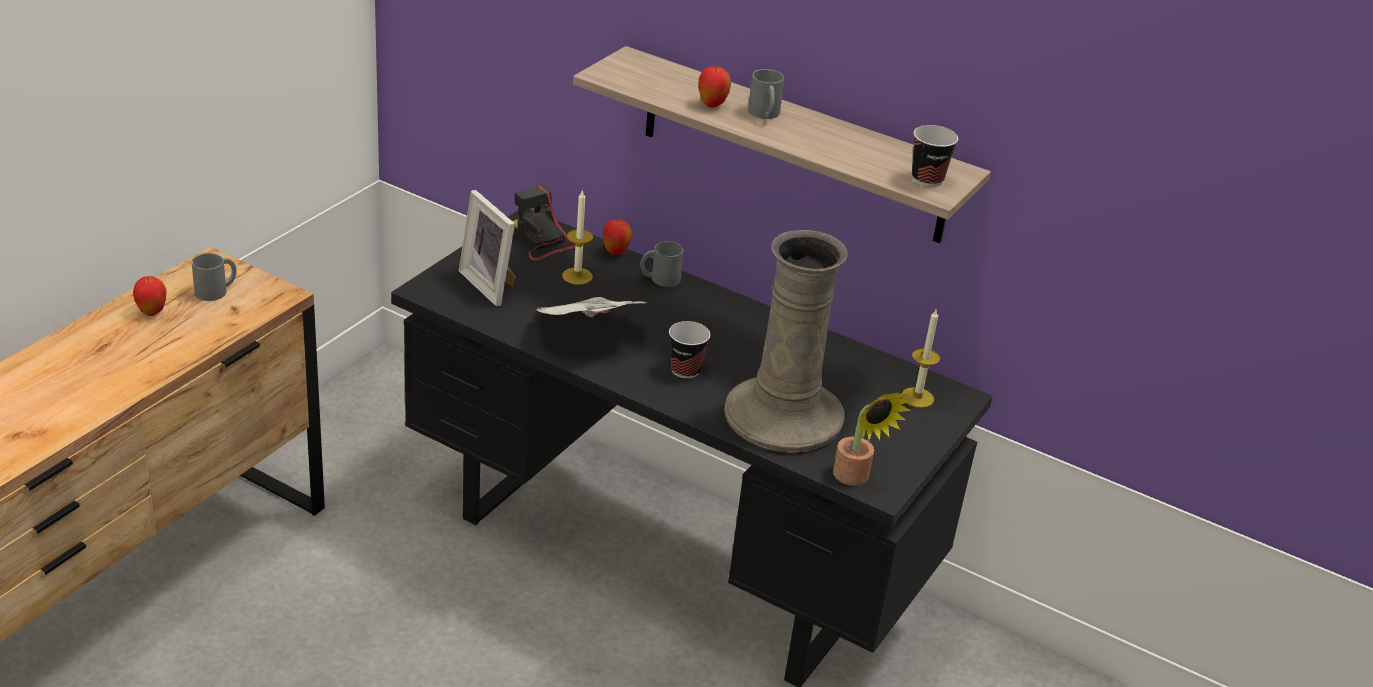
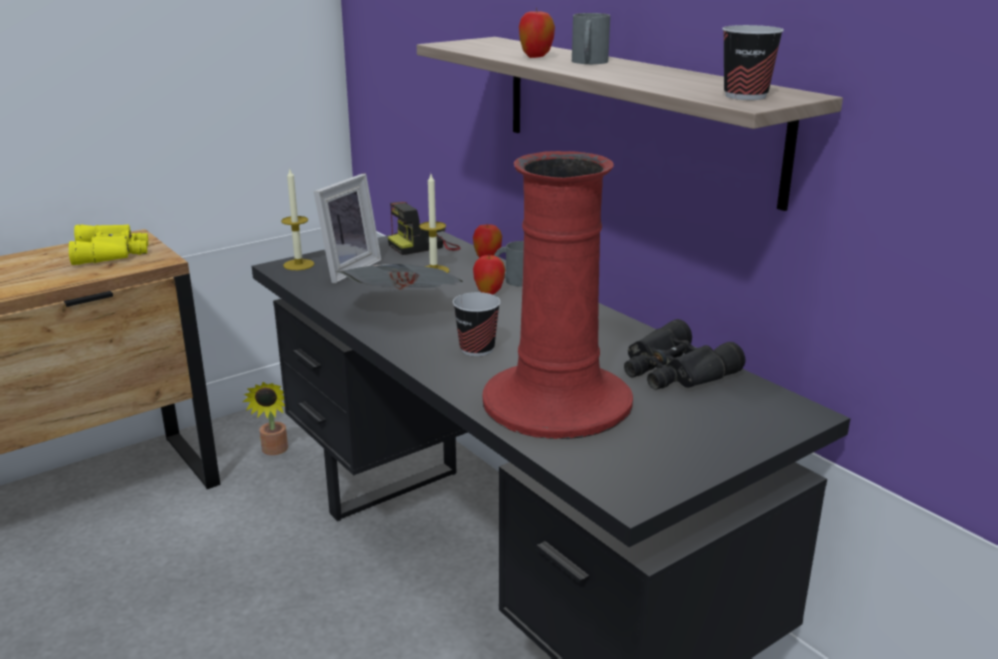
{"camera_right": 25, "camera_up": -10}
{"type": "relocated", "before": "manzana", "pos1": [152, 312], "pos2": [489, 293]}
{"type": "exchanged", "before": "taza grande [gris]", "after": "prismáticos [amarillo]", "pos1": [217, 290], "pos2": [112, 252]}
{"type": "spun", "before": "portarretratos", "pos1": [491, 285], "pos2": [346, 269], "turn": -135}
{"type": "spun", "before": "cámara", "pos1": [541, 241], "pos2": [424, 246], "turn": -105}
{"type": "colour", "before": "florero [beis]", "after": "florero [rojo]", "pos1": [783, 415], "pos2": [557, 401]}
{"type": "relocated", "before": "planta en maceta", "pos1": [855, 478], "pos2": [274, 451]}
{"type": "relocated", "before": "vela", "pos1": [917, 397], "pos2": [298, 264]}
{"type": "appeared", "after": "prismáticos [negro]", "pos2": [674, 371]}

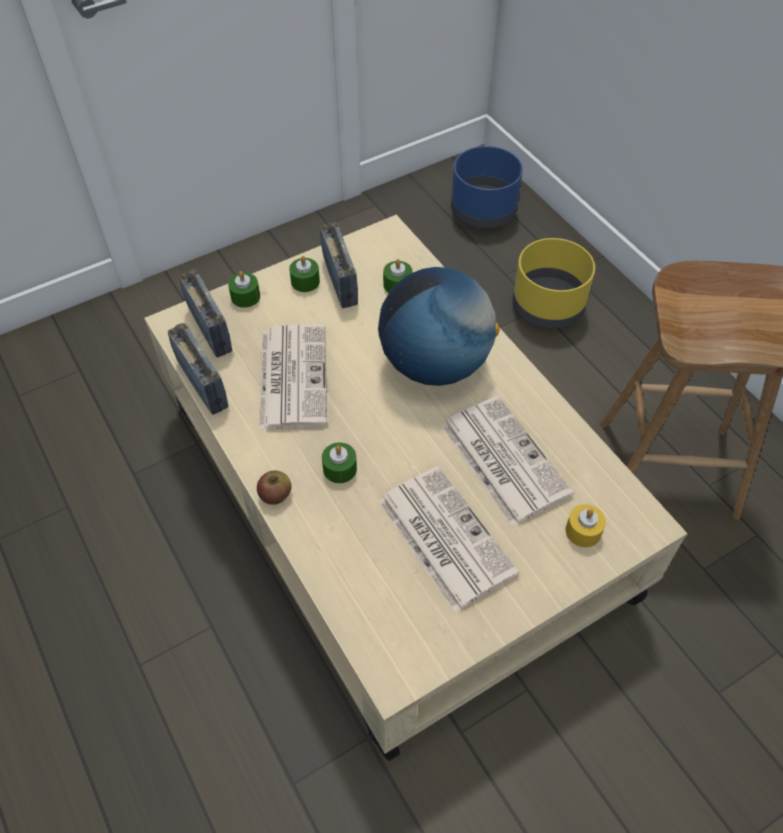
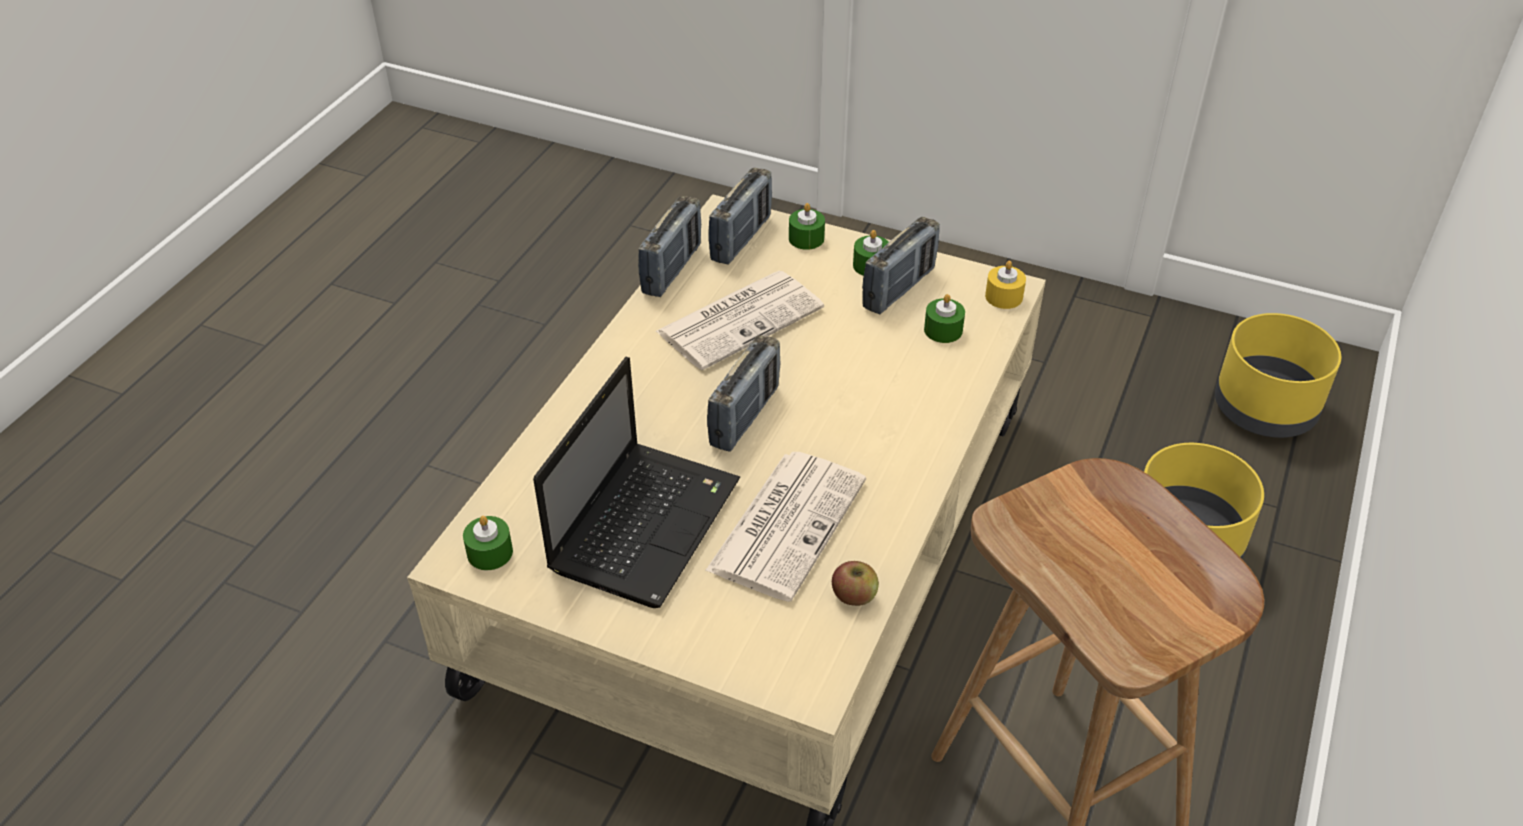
{"camera_right": 55, "camera_up": -10}
{"type": "relocated", "before": "manzana", "pos1": [275, 495], "pos2": [854, 595]}
{"type": "relocated", "before": "vela [verde]", "pos1": [340, 469], "pos2": [490, 552]}
{"type": "missing", "before": "globo terráqueo", "pos1": [434, 364]}
{"type": "exchanged", "before": "periódico", "after": "portátil", "pos1": [443, 536], "pos2": [646, 522]}
{"type": "colour", "before": "maceta [azul]", "after": "maceta [amarillo]", "pos1": [483, 210], "pos2": [1265, 409]}
{"type": "relocated", "before": "vela [amarillo]", "pos1": [583, 531], "pos2": [1004, 296]}
{"type": "appeared", "after": "radio", "pos2": [745, 416]}

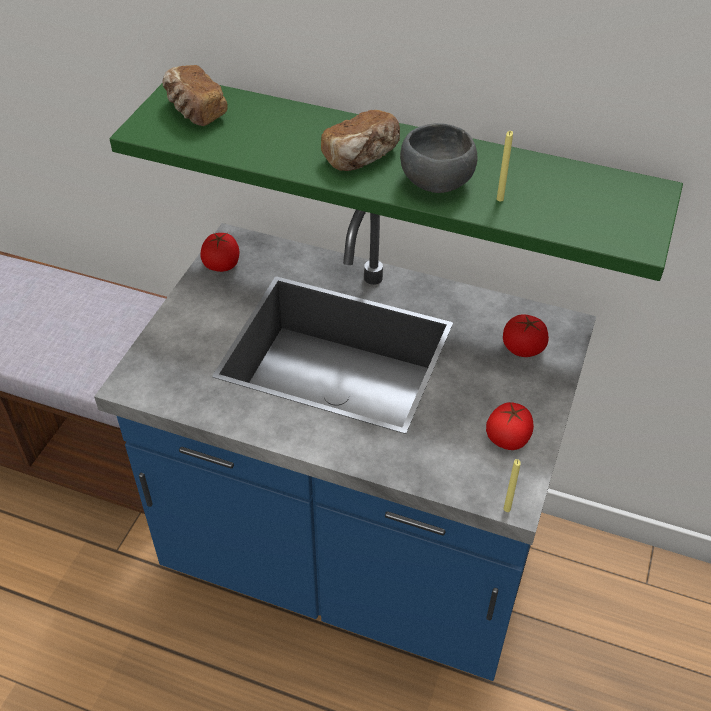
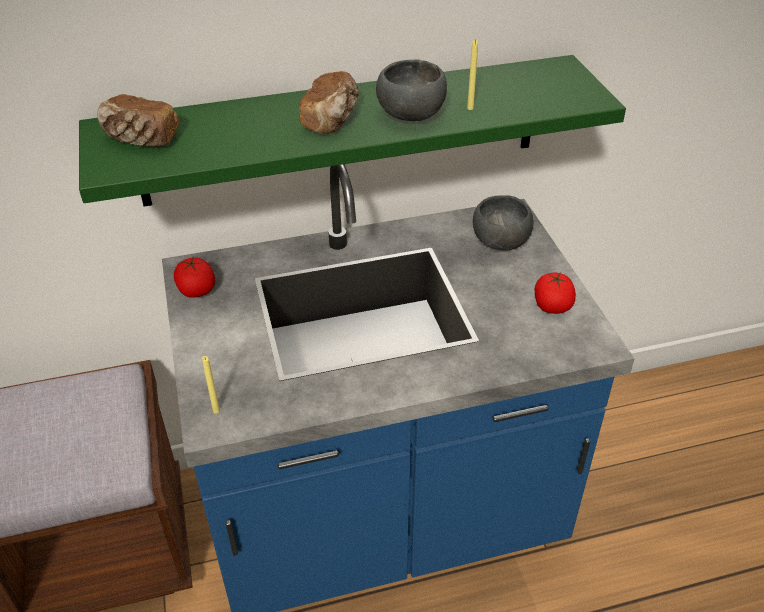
{"camera_right": -35, "camera_up": -5}
{"type": "exchanged", "before": "tomate", "after": "cuenco [gris]", "pos1": [523, 348], "pos2": [499, 241]}
{"type": "relocated", "before": "vela [amarillo]", "pos1": [507, 509], "pos2": [216, 411]}

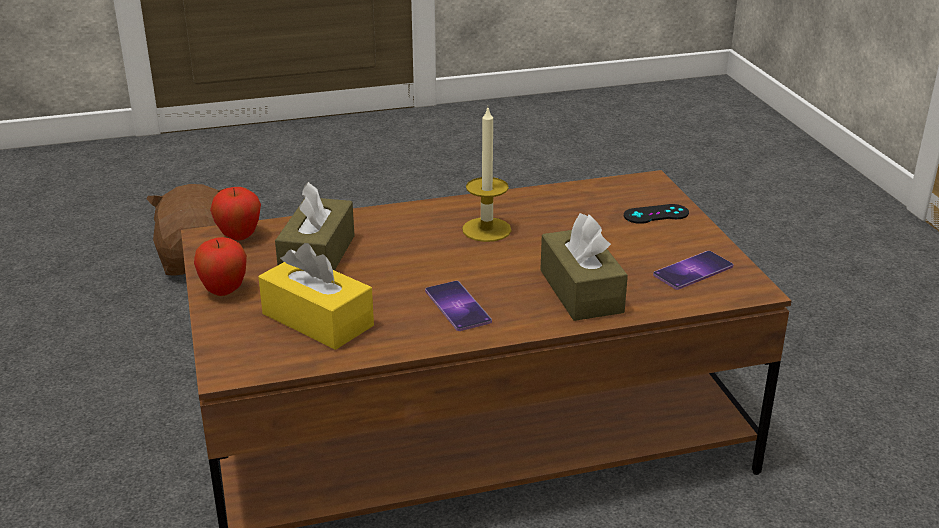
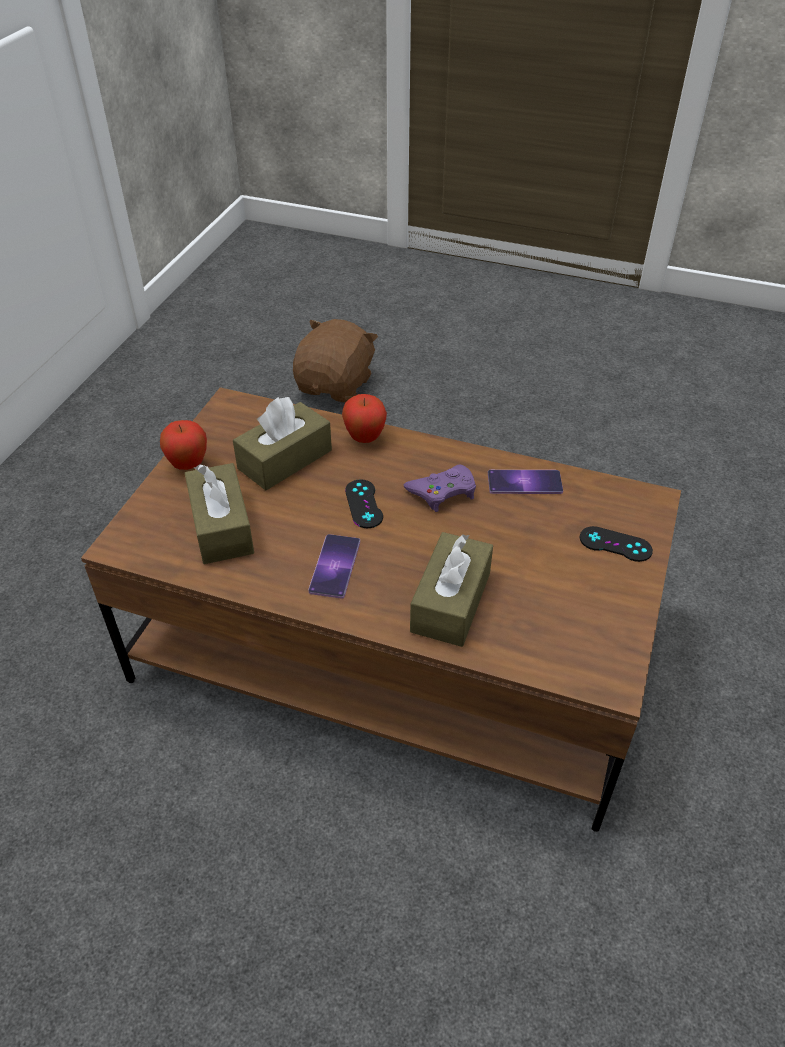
{"camera_right": 35, "camera_up": 15}
{"type": "relocated", "before": "manzana", "pos1": [239, 237], "pos2": [365, 438]}
{"type": "colour", "before": "caja de pañuelos [amarillo]", "after": "caja de pañuelos [marrón]", "pos1": [317, 320], "pos2": [221, 527]}
{"type": "exchanged", "before": "vela", "after": "mando de consola [morado]", "pos1": [486, 229], "pos2": [443, 492]}
{"type": "relocated", "before": "móvil", "pos1": [693, 270], "pos2": [524, 482]}
{"type": "appeared", "after": "mando de consola [negro]", "pos2": [364, 504]}

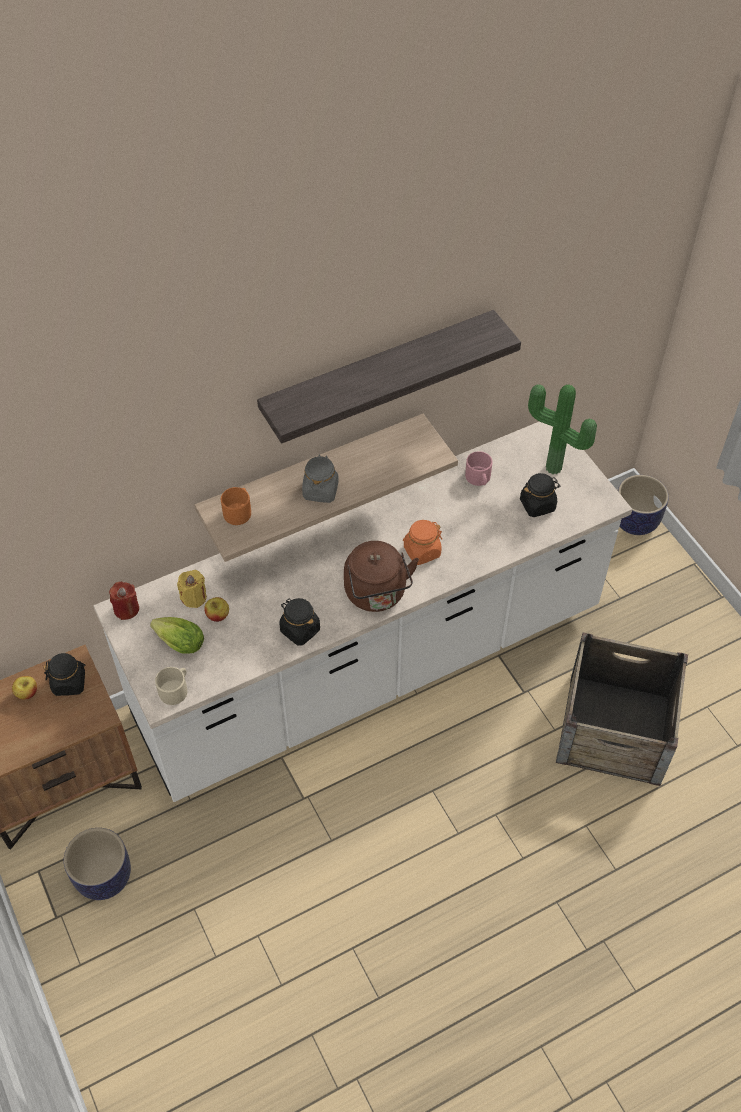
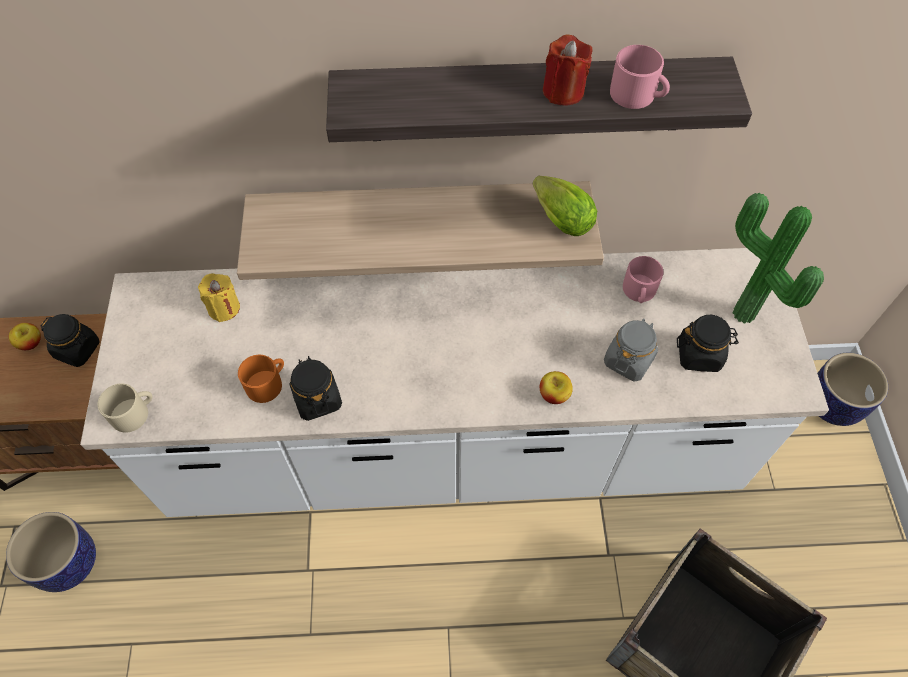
{"camera_right": 25, "camera_up": 5}
{"type": "relocated", "before": "vela [rojo]", "pos1": [126, 609], "pos2": [563, 91]}
{"type": "relocated", "before": "lechuga", "pos1": [177, 642], "pos2": [558, 217]}
{"type": "relocated", "before": "manzana", "pos1": [218, 615], "pos2": [554, 394]}
{"type": "relocated", "before": "taza grande [naranja]", "pos1": [238, 511], "pos2": [267, 383]}
{"type": "relocated", "before": "tarro [gris]", "pos1": [320, 490], "pos2": [628, 360]}
{"type": "missing", "before": "hervidor [marrón]", "pos1": [377, 595]}
{"type": "missing", "before": "tarro [naranja]", "pos1": [421, 551]}
{"type": "appeared", "after": "taza grande [rosa]", "pos2": [637, 95]}

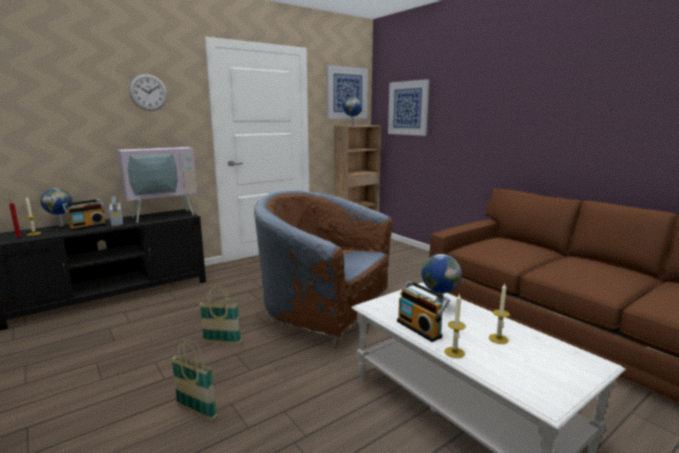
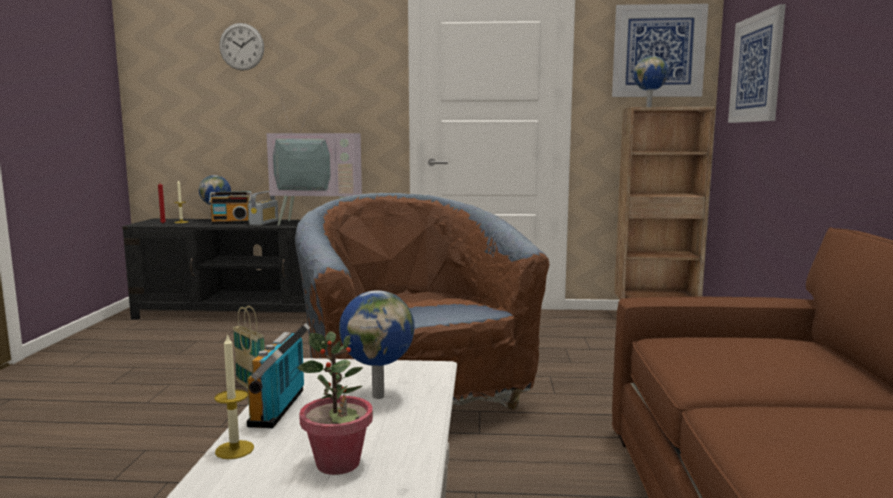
{"camera_right": 40, "camera_up": -5}
{"type": "relocated", "before": "reloj de pared", "pos1": [148, 92], "pos2": [241, 46]}
{"type": "missing", "before": "cesta", "pos1": [196, 411]}
{"type": "exchanged", "before": "vela", "after": "planta en maceta", "pos1": [498, 339], "pos2": [338, 464]}

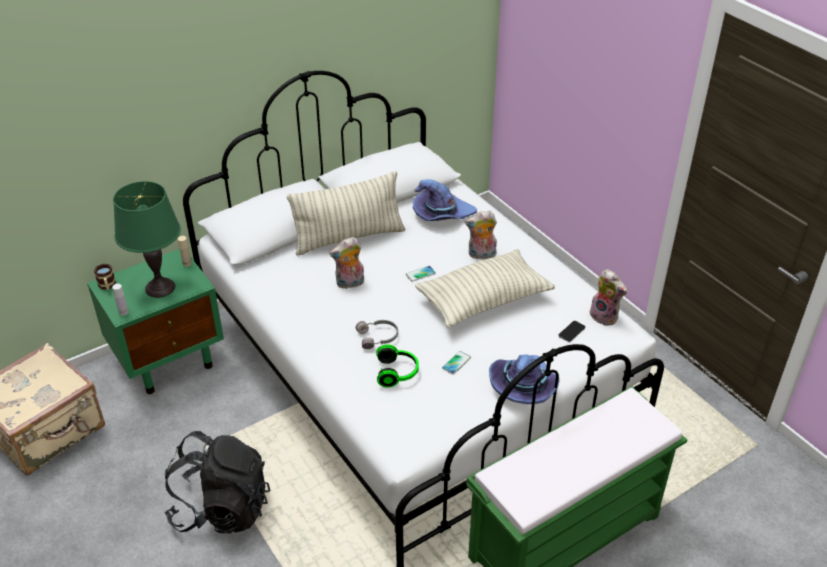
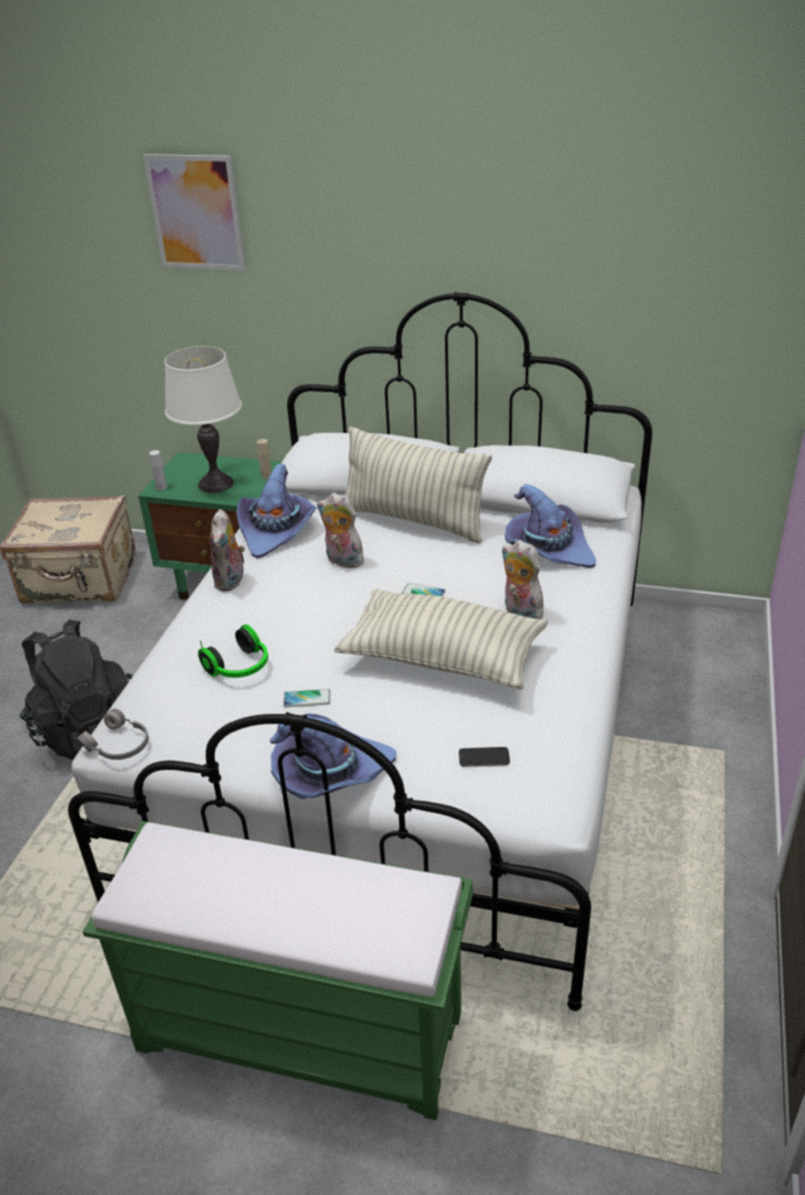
{"camera_right": 50, "camera_up": -5}
{"type": "missing", "before": "taza grande", "pos1": [107, 286]}
{"type": "colour", "before": "lámpara de mesa [verde]", "after": "lámpara de mesa [blanco]", "pos1": [160, 288], "pos2": [216, 484]}
{"type": "relocated", "before": "auriculares [gris]", "pos1": [378, 337], "pos2": [118, 745]}
{"type": "relocated", "before": "peluche", "pos1": [605, 316], "pos2": [231, 581]}
{"type": "appeared", "after": "cuadro", "pos2": [196, 212]}
{"type": "appeared", "after": "sombrero [morado]", "pos2": [277, 531]}

